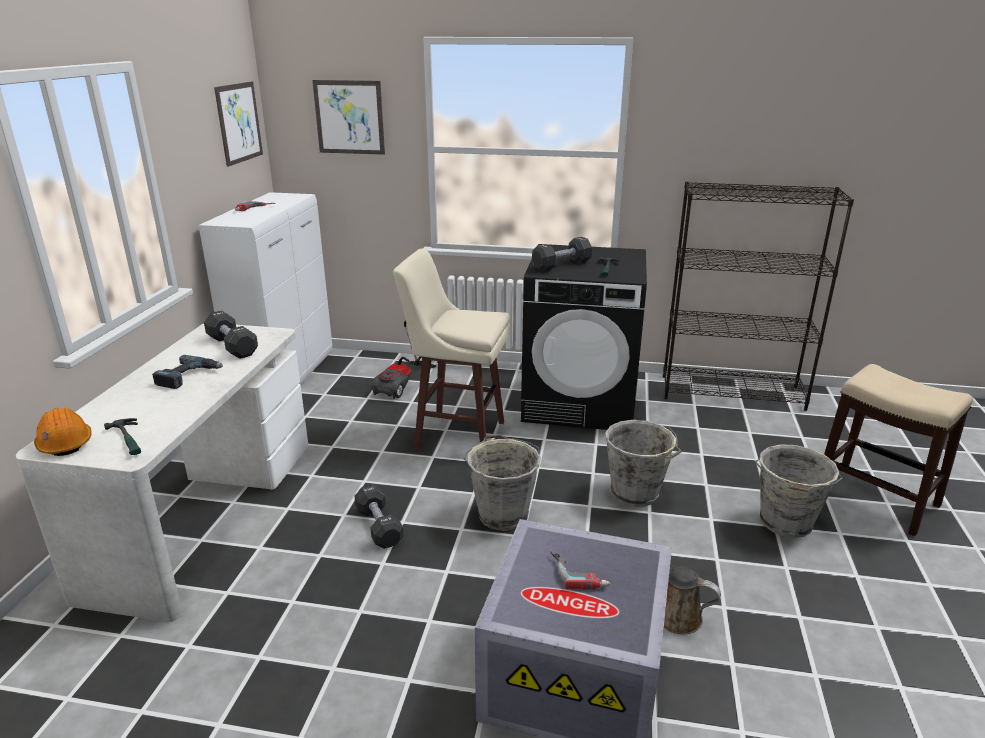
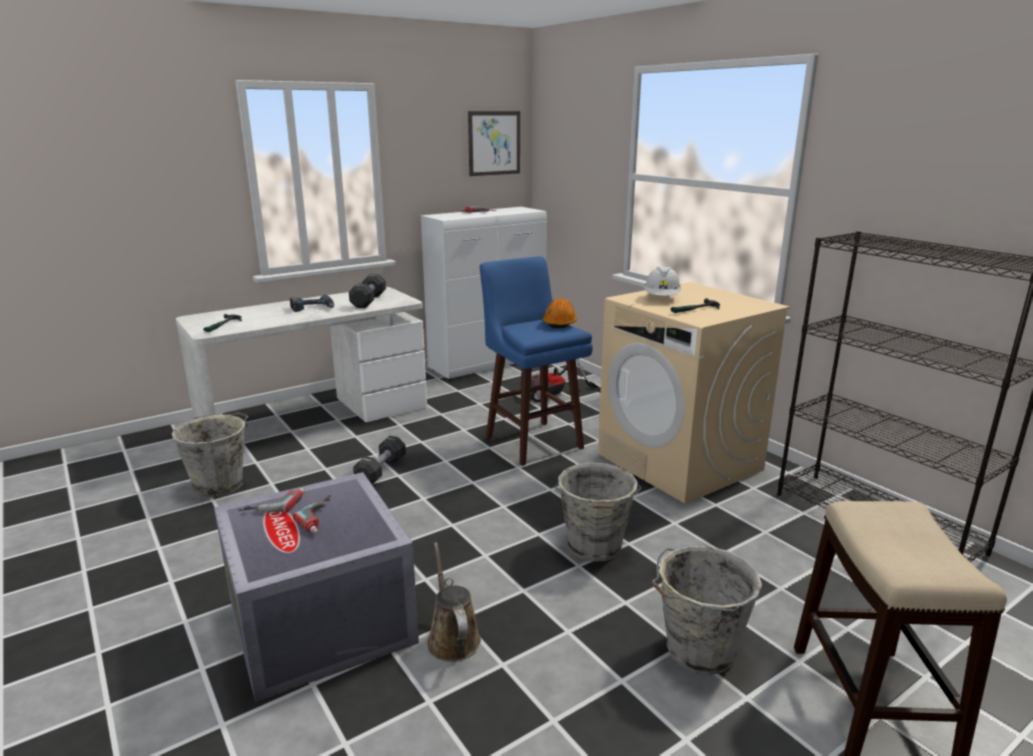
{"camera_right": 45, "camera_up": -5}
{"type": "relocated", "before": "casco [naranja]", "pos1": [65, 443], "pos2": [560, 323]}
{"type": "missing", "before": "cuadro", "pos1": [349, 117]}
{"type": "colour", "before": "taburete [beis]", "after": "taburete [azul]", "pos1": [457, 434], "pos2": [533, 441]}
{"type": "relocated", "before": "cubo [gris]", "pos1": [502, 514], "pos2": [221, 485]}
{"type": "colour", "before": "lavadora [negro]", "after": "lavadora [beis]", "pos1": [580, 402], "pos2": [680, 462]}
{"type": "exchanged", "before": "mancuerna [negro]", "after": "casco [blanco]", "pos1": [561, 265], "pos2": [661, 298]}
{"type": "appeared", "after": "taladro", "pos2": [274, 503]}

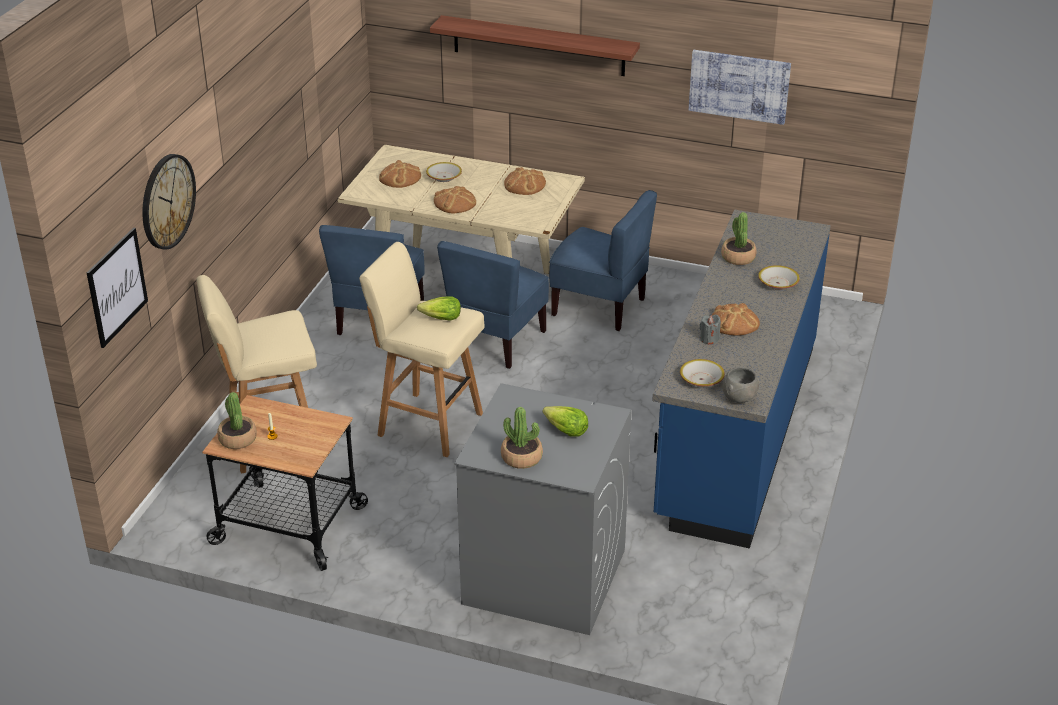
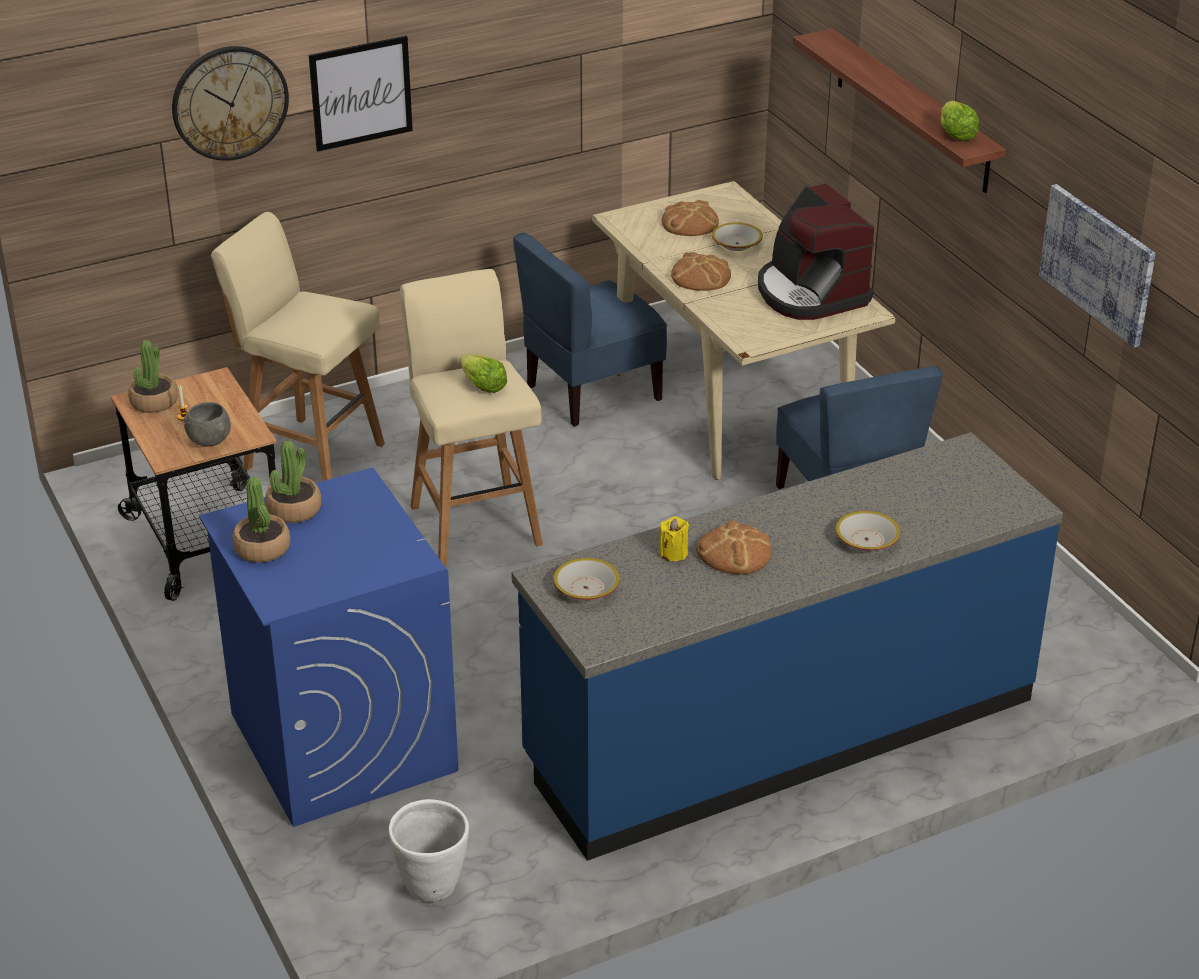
{"camera_right": 45, "camera_up": 0}
{"type": "relocated", "before": "cuadro", "pos1": [117, 287], "pos2": [361, 93]}
{"type": "missing", "before": "silla [azul]", "pos1": [496, 342]}
{"type": "colour", "before": "lavadora [gris]", "after": "lavadora [azul]", "pos1": [543, 577], "pos2": [341, 741]}
{"type": "exchanged", "before": "pan", "after": "cafetera", "pos1": [524, 184], "pos2": [810, 293]}
{"type": "relocated", "before": "lechuga", "pos1": [565, 430], "pos2": [955, 134]}
{"type": "colour", "before": "vela [gris]", "after": "vela [amarillo]", "pos1": [709, 339], "pos2": [673, 553]}
{"type": "relocated", "before": "planta en maceta", "pos1": [738, 257], "pos2": [294, 509]}
{"type": "relocated", "before": "cuenco [gris]", "pos1": [739, 399], "pos2": [210, 442]}
{"type": "appeared", "after": "maceta [blanco]", "pos2": [432, 886]}

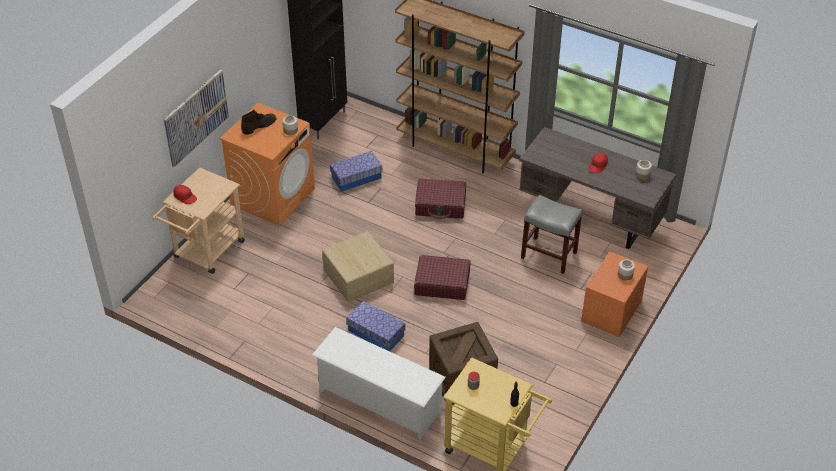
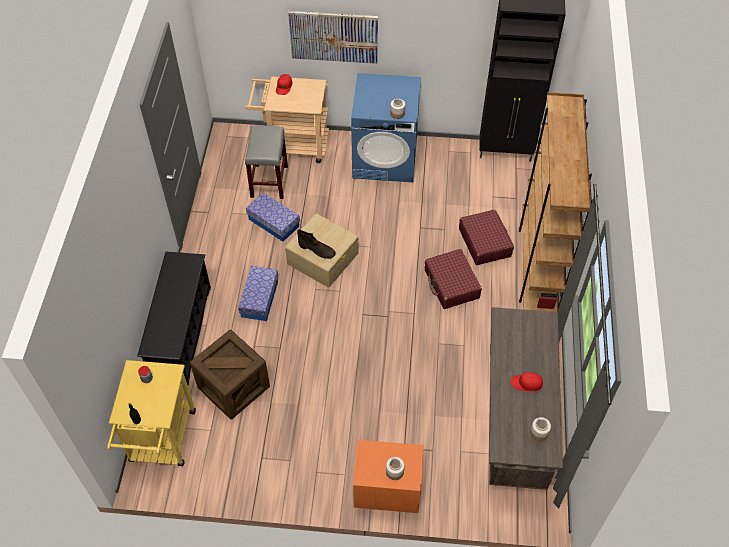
{"camera_right": 65, "camera_up": 10}
{"type": "colour", "before": "lavadora [naranja]", "after": "lavadora [azul]", "pos1": [273, 196], "pos2": [385, 159]}
{"type": "relocated", "before": "bota [marrón]", "pos1": [259, 126], "pos2": [317, 250]}
{"type": "colour", "before": "zapatero [blanco]", "after": "zapatero [negro]", "pos1": [379, 401], "pos2": [181, 333]}
{"type": "relocated", "before": "caja de almacenaje", "pos1": [356, 177], "pos2": [274, 223]}
{"type": "relocated", "before": "maleta [rojo]", "pos1": [442, 283], "pos2": [484, 242]}
{"type": "relocated", "before": "taburete [gris]", "pos1": [548, 255], "pos2": [269, 181]}

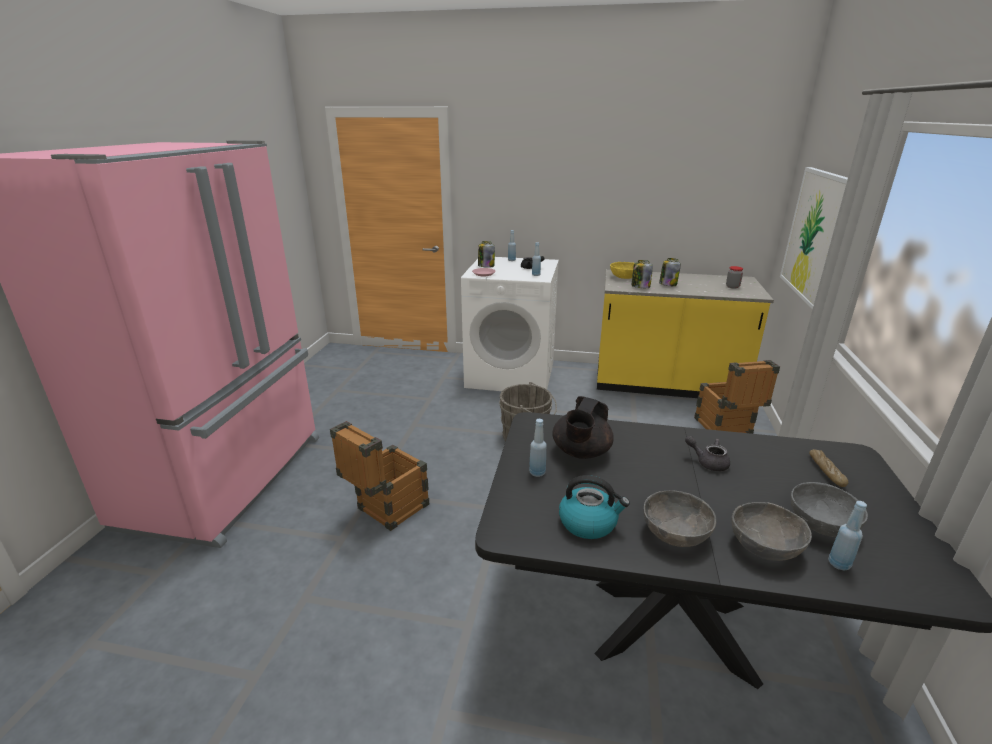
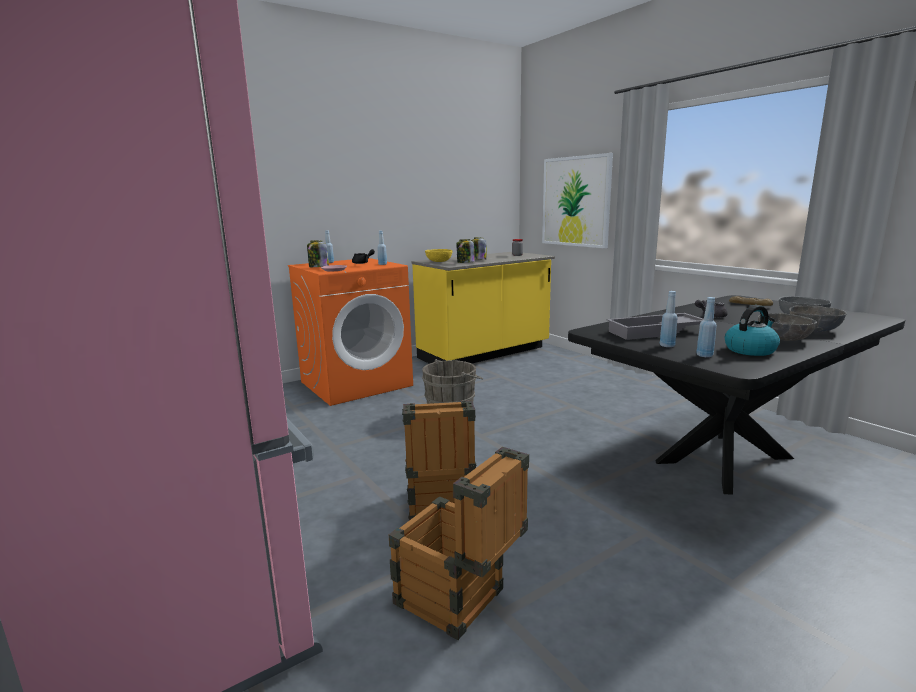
{"camera_right": -45, "camera_up": -10}
{"type": "colour", "before": "lavadora [blanco]", "after": "lavadora [naranja]", "pos1": [511, 374], "pos2": [356, 383]}
{"type": "exchanged", "before": "tetera [negro]", "after": "bandeja [gris]", "pos1": [581, 452], "pos2": [656, 332]}
{"type": "relocated", "before": "caja de embalaje", "pos1": [725, 430], "pos2": [459, 603]}
{"type": "relocated", "before": "botella [azul]", "pos1": [839, 564], "pos2": [704, 355]}

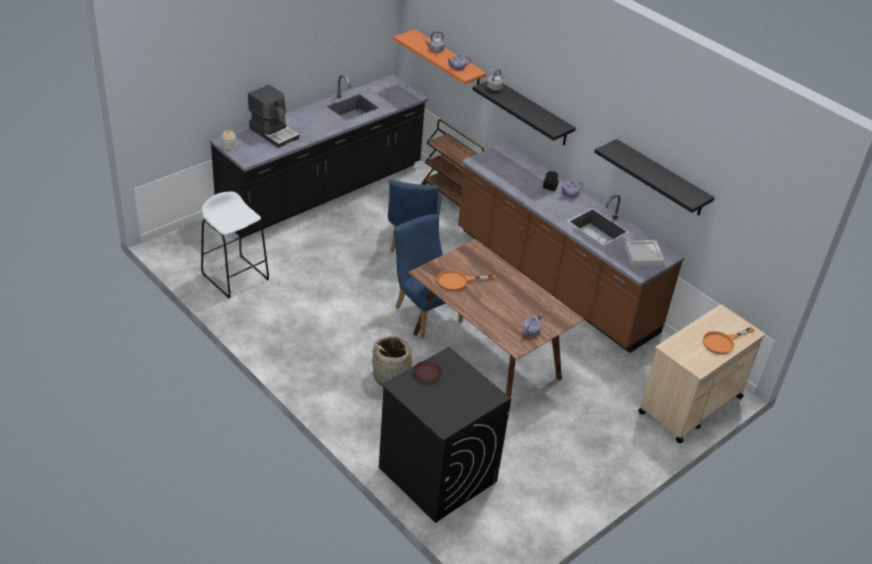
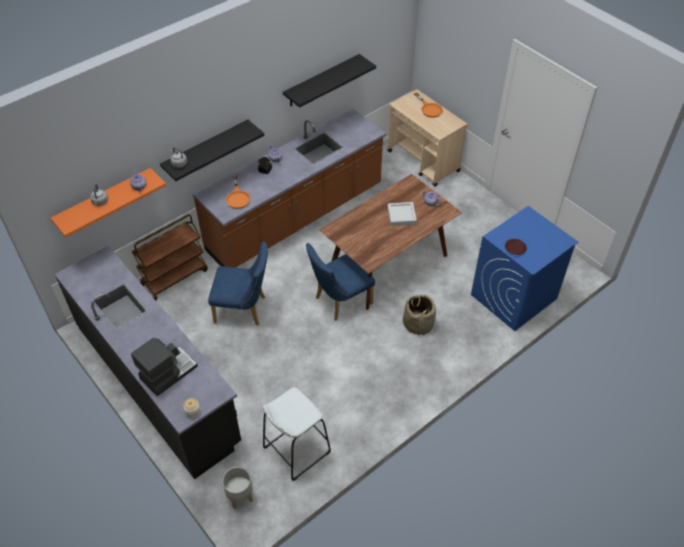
{"camera_right": -85, "camera_up": 10}
{"type": "colour", "before": "lavadora [negro]", "after": "lavadora [azul]", "pos1": [437, 474], "pos2": [513, 297]}
{"type": "relocated", "before": "sartén [naranja]", "pos1": [458, 281], "pos2": [238, 197]}
{"type": "relocated", "before": "bandeja [gris]", "pos1": [643, 256], "pos2": [401, 216]}
{"type": "appeared", "after": "maceta [gris]", "pos2": [240, 496]}

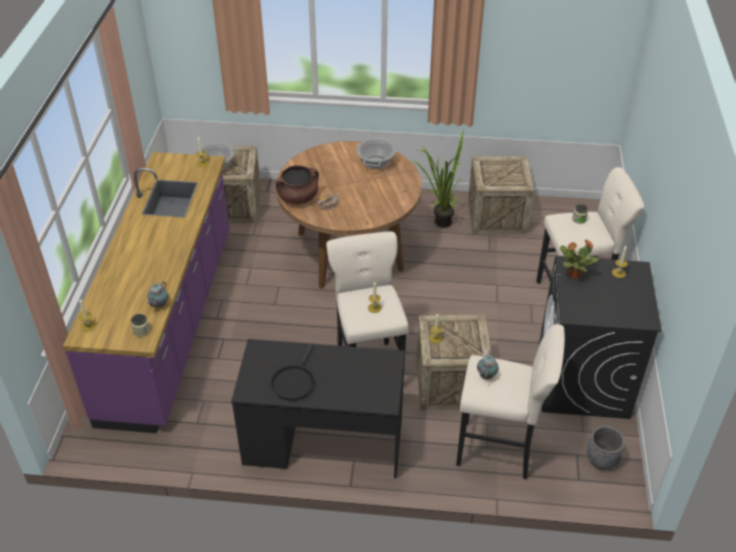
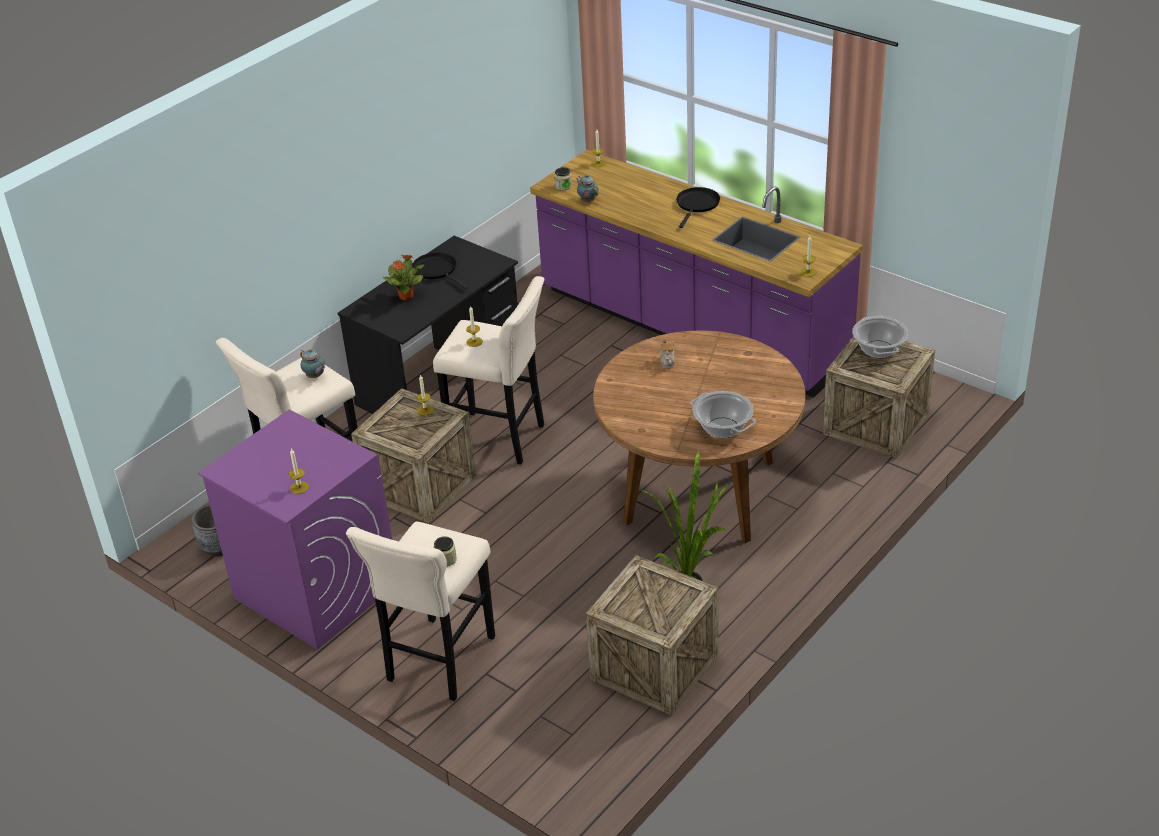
{"camera_right": 125, "camera_up": -5}
{"type": "missing", "before": "olla [marrón]", "pos1": [298, 198]}
{"type": "colour", "before": "lavadora [negro]", "after": "lavadora [morado]", "pos1": [583, 380], "pos2": [315, 590]}
{"type": "relocated", "before": "planta en maceta", "pos1": [574, 274], "pos2": [406, 296]}
{"type": "appeared", "after": "sartén [negro]", "pos2": [697, 205]}

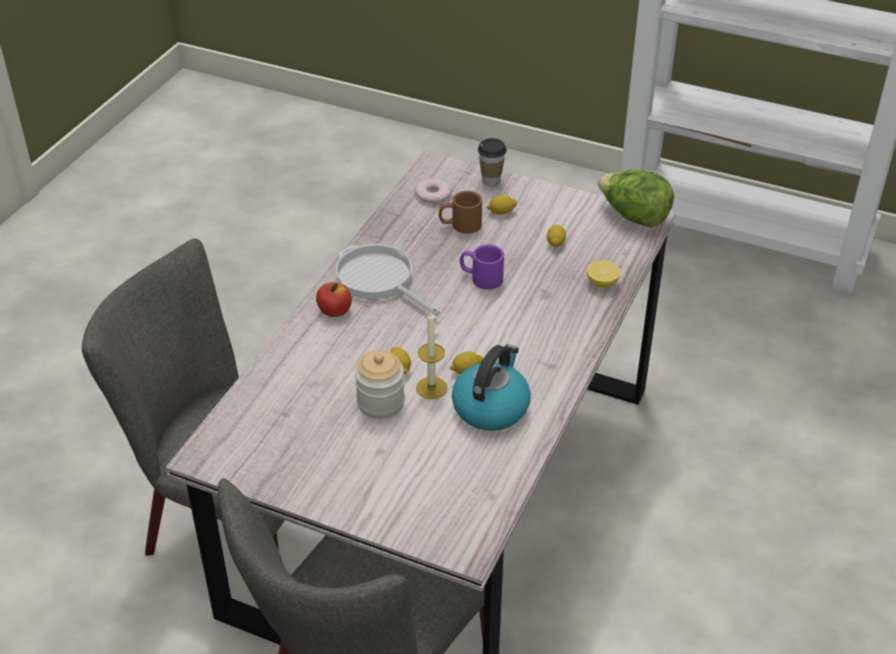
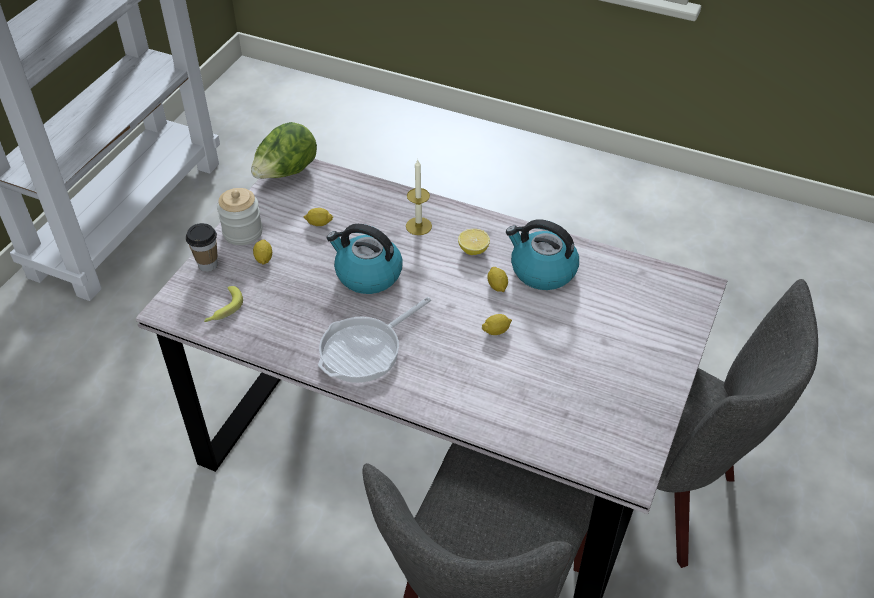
{"camera_right": -90, "camera_up": 5}
{"type": "missing", "before": "manzana", "pos1": [334, 311]}
{"type": "relocated", "before": "tarro", "pos1": [380, 402], "pos2": [243, 232]}
{"type": "exchanged", "before": "rosquilla", "after": "plátano", "pos1": [433, 194], "pos2": [223, 309]}
{"type": "relocated", "before": "vela", "pos1": [431, 388], "pos2": [418, 226]}
{"type": "missing", "before": "taza grande [marrón]", "pos1": [460, 225]}
{"type": "exchanged", "before": "taza grande [morado]", "after": "hervidor", "pos1": [481, 278], "pos2": [367, 274]}
{"type": "relocated", "before": "limón", "pos1": [602, 283], "pos2": [473, 250]}

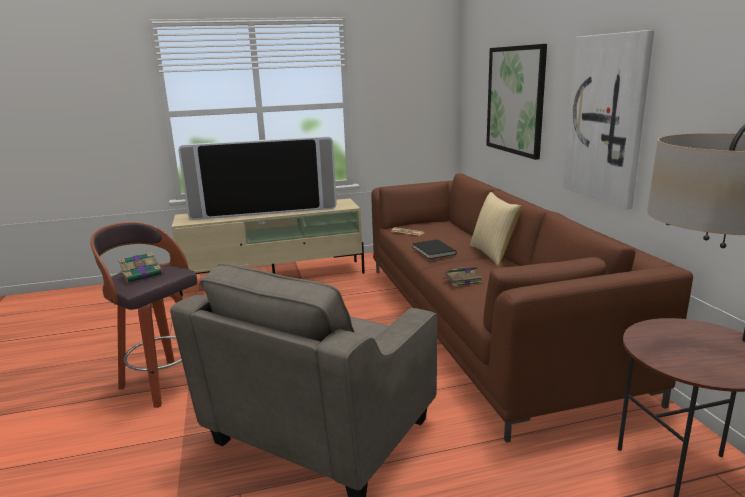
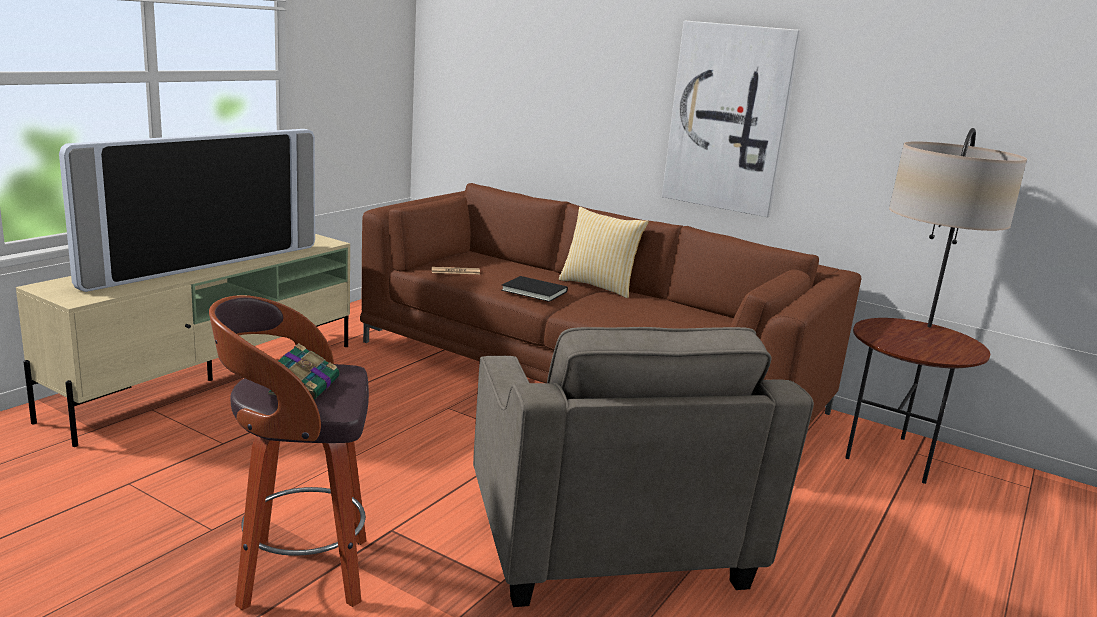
{"camera_right": -45, "camera_up": 0}
{"type": "missing", "before": "libro", "pos1": [462, 280]}
{"type": "missing", "before": "cuadro", "pos1": [515, 100]}

